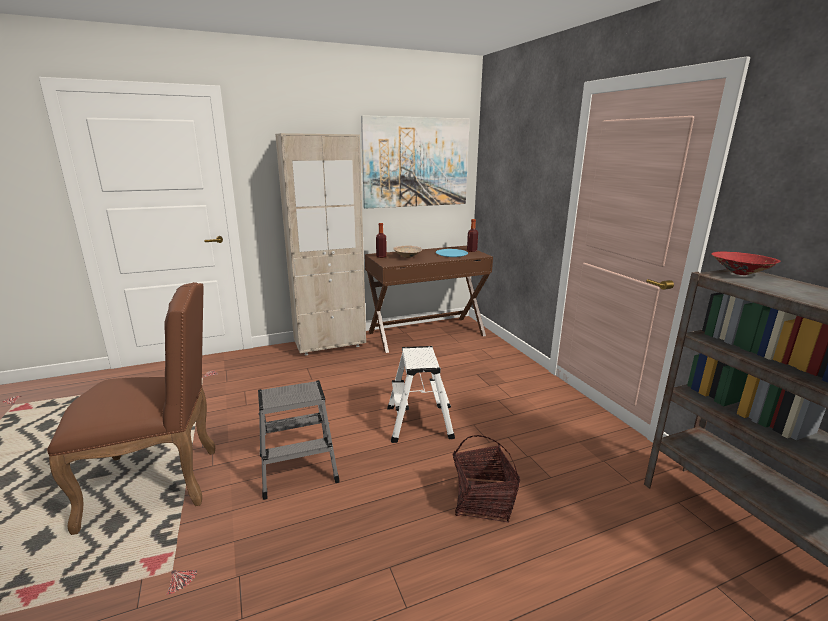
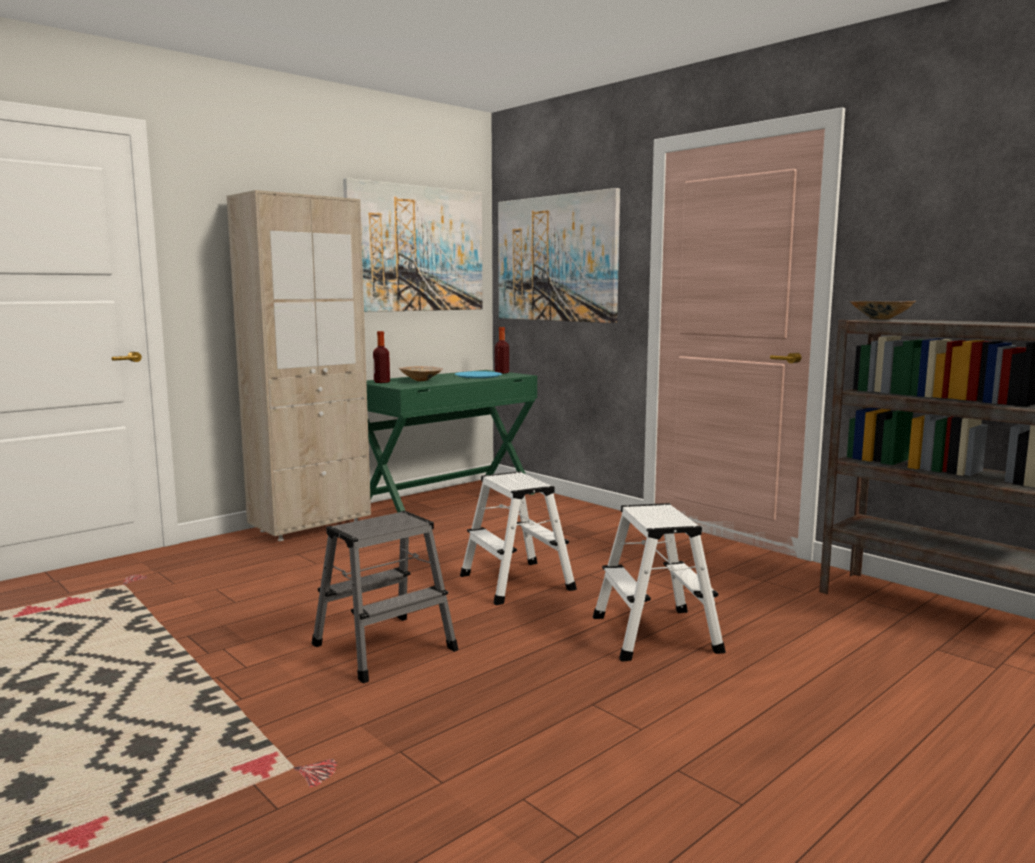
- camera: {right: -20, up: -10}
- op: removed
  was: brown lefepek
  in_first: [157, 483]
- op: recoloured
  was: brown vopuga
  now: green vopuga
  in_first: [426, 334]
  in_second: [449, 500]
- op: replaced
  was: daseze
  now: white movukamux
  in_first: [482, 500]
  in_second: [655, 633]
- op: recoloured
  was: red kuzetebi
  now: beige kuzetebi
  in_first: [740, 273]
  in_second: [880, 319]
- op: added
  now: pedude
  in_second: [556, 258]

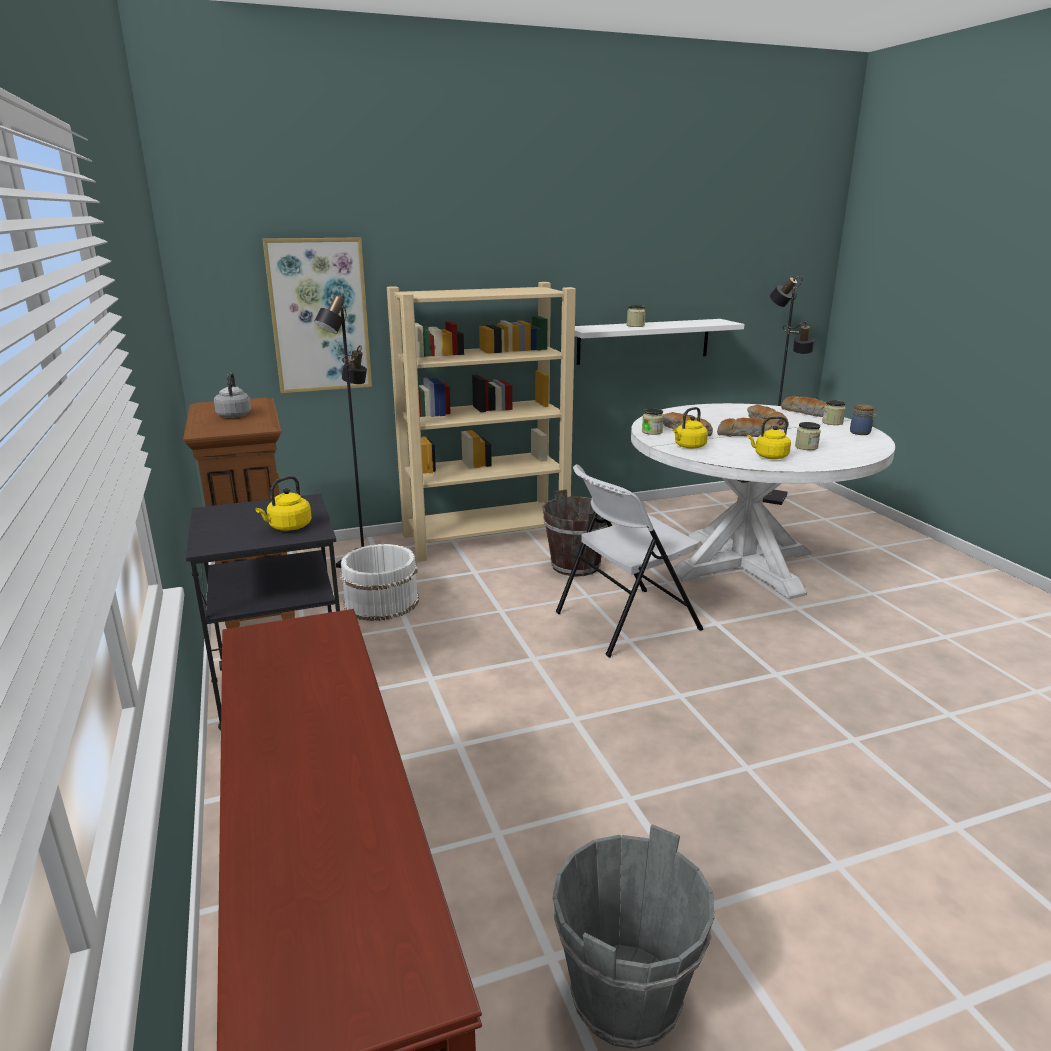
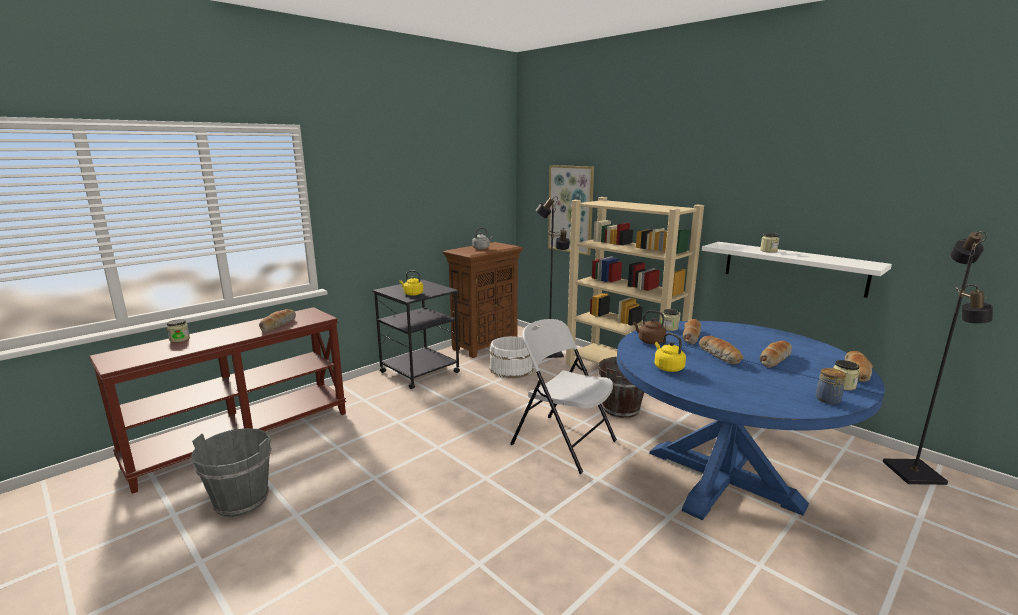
- camera: {right: 65, up: -5}
- op: recoloured
  was: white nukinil
  now: blue nukinil
  in_first: [742, 563]
  in_second: [722, 477]
- op: recoloured
  was: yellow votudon
  now: brown votudon
  in_first: [689, 446]
  in_second: [649, 341]
- op: moved
  was: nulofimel
  in_first: [806, 447]
  in_second: [179, 339]
- op: added
  now: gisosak
  in_second: [278, 325]

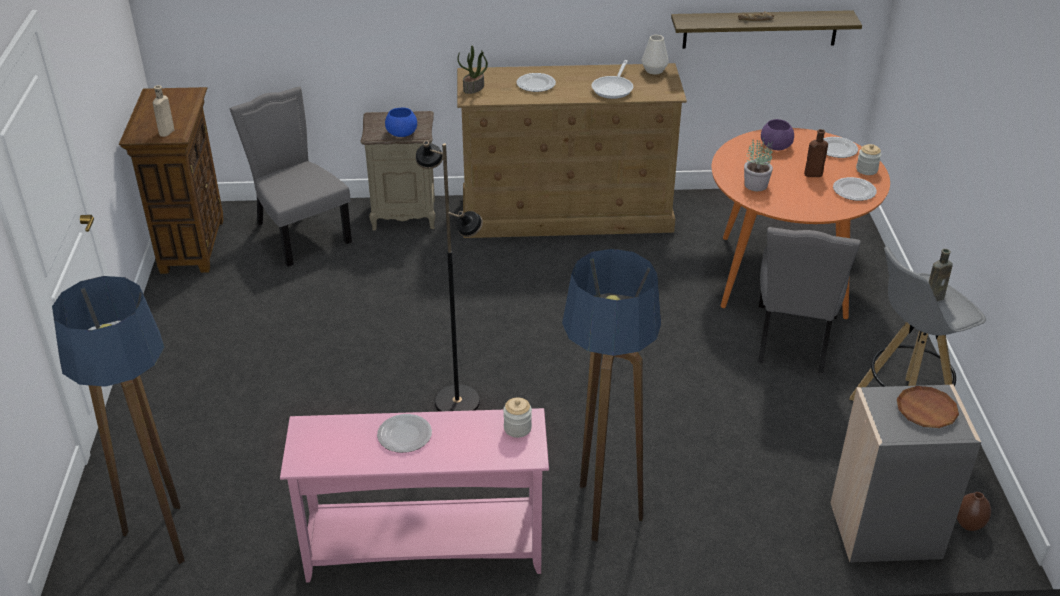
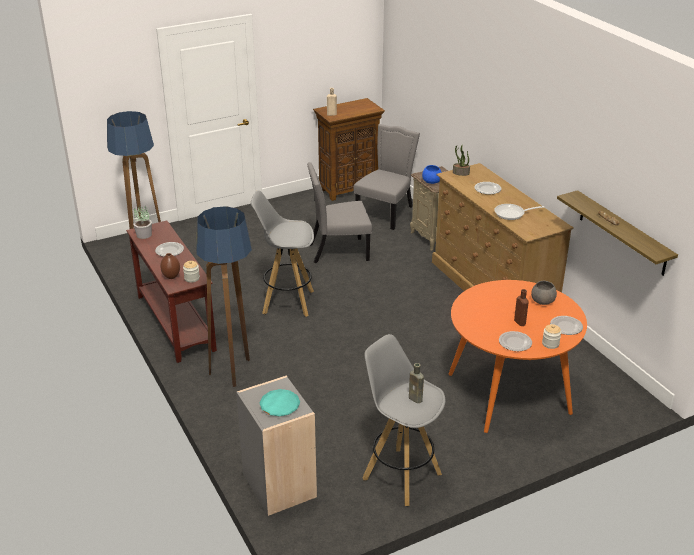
- camera: {right: 65, up: -5}
- op: recoloured
  was: pink vopuga
  now: brown vopuga
  in_first: [423, 549]
  in_second: [175, 323]
- op: replaced
  was: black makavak
  now: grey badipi
  in_first: [457, 401]
  in_second: [287, 302]
- op: removed
  was: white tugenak
  in_first: [654, 70]
- op: moved
  was: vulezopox
  in_first: [756, 184]
  in_second: [144, 235]
- op: moved
  was: grey lefepek
  in_first: [794, 337]
  in_second: [339, 251]
- op: recoloured
  was: purple kuzetebi
  now: grey kuzetebi
  in_first: [776, 146]
  in_second: [542, 301]
- op: recoloured
  was: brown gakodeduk
  now: turquoise gakodeduk
  in_first: [926, 410]
  in_second: [280, 405]
- op: moved
  was: brown tugenak
  in_first: [968, 525]
  in_second: [171, 276]

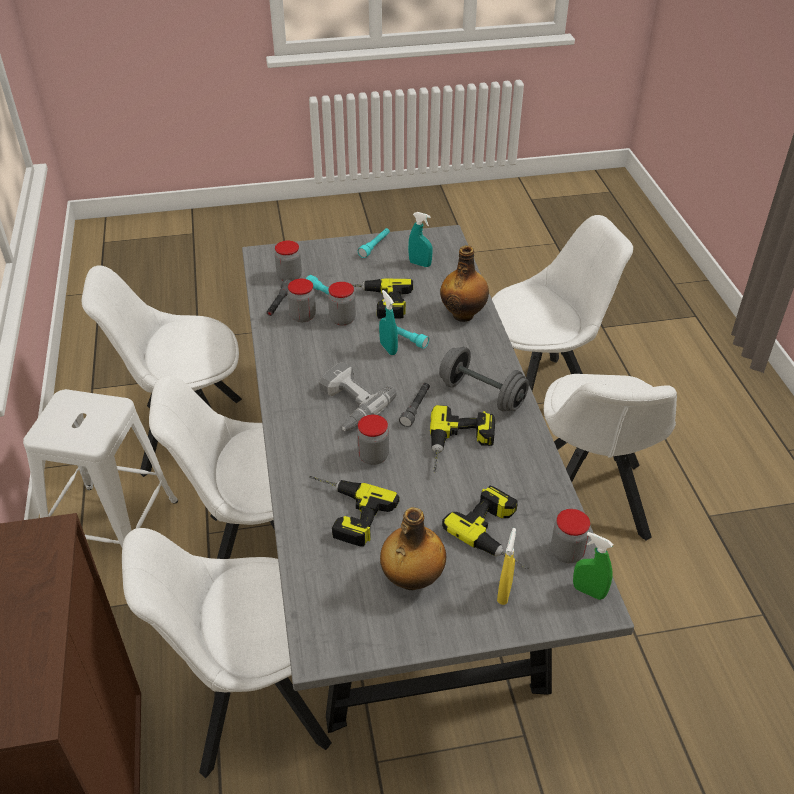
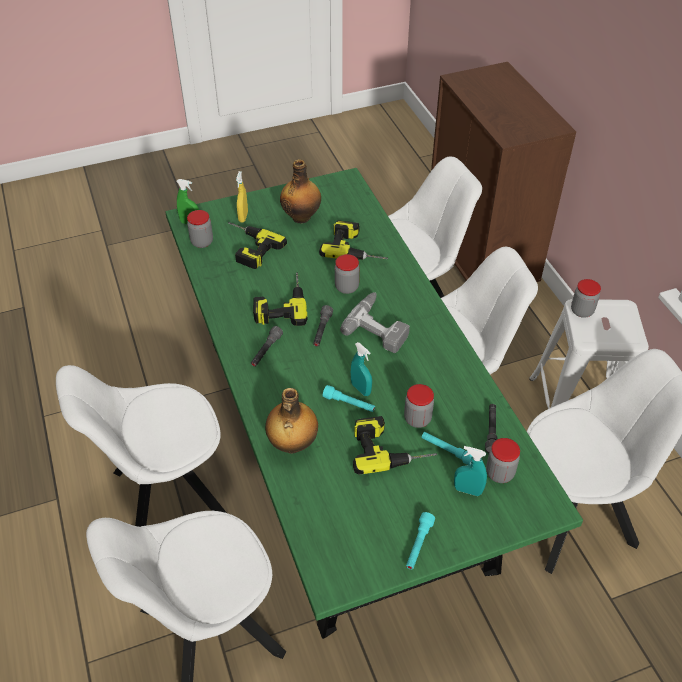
- camera: {right: 170, up: 5}
- op: recoloured
  was: grey nukinil
  now: green nukinil
  in_first: [396, 527]
  in_second: [341, 445]
- op: moved
  was: nulofimel
  in_first: [303, 316]
  in_second: [582, 311]
- op: moved
  was: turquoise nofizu
  in_first: [420, 264]
  in_second: [467, 490]
- op: replaced
  was: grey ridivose
  now: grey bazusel
  in_first: [482, 394]
  in_second: [266, 351]
- op: turned
  was: white lefepek
  in_first: [589, 500]
  in_second: [167, 498]
  clockwise: -105

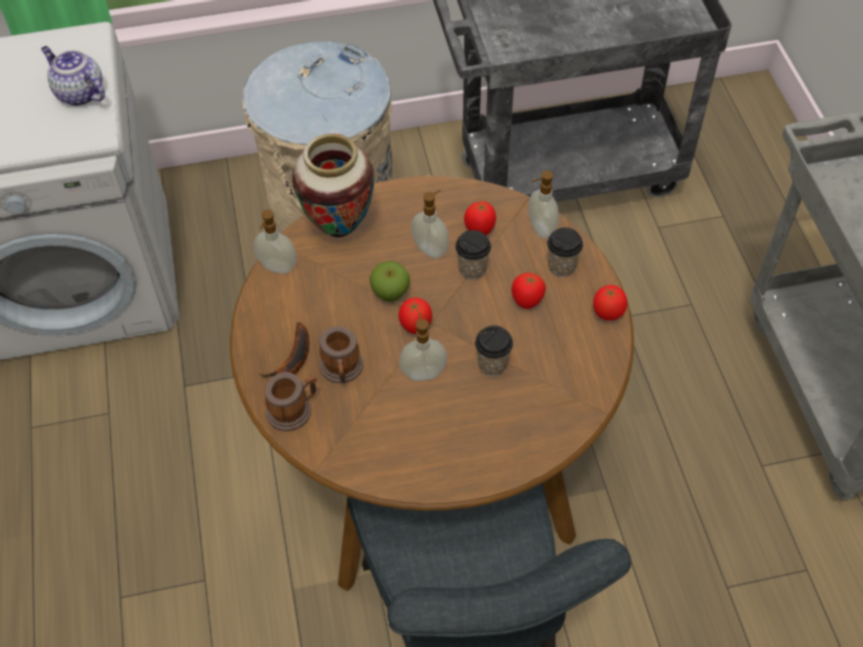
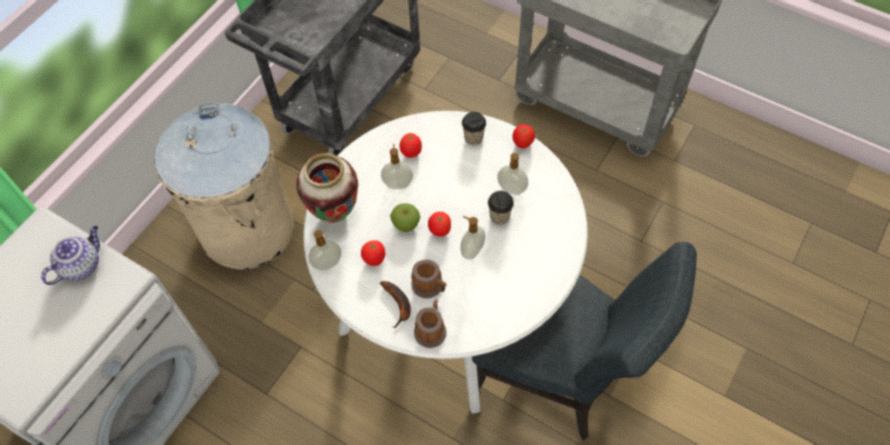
- camera: {right: -45, up: 5}
- op: turned
  was: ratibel
  in_first: [79, 93]
  in_second: [82, 265]
  clockwise: 135
- op: recoloured
  was: brown nukinil
  now: white nukinil
  in_first: [433, 461]
  in_second: [448, 307]
- op: removed
  was: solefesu
  in_first: [472, 269]
- op: moved
  was: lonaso
  in_first: [527, 302]
  in_second: [374, 260]
- op: moved
  was: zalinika
  in_first: [540, 229]
  in_second: [511, 190]

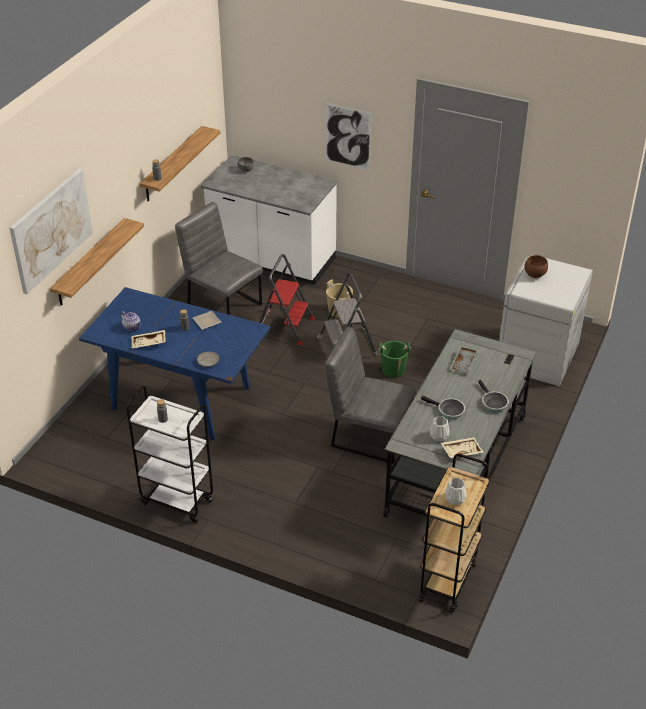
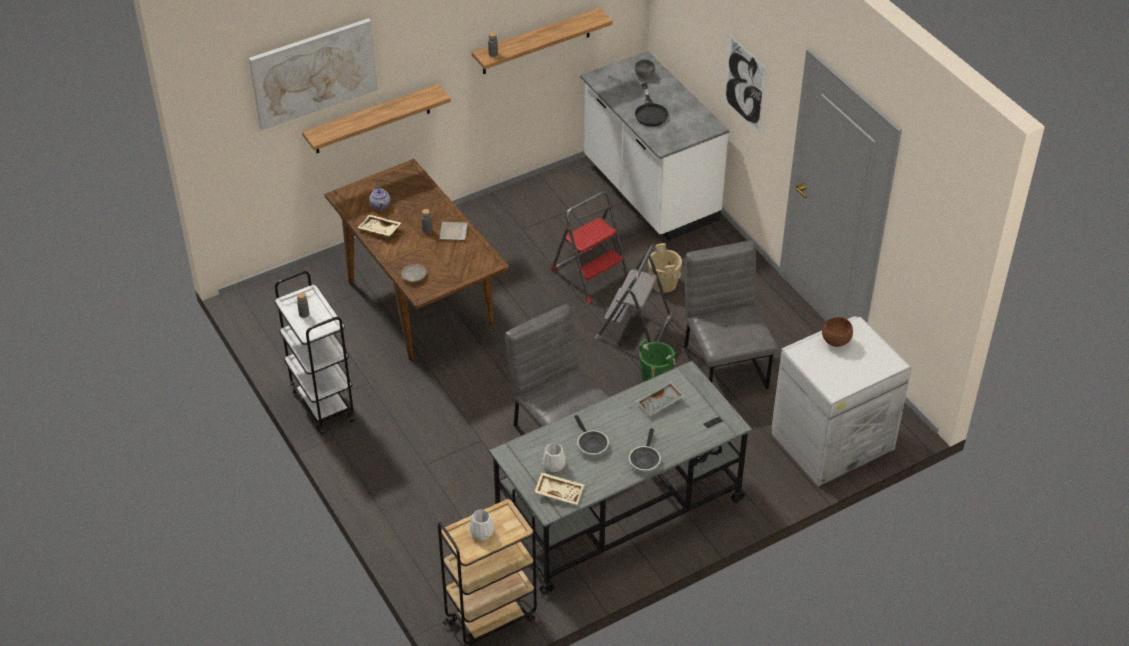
- camera: {right: 35, up: 5}
- op: recoloured
  was: blue nukinil
  now: brown nukinil
  in_first: [182, 398]
  in_second: [421, 303]
- op: moved
  was: grey lefepek
  in_first: [223, 303]
  in_second: [725, 365]
- op: added
  now: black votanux
  in_second: [650, 112]

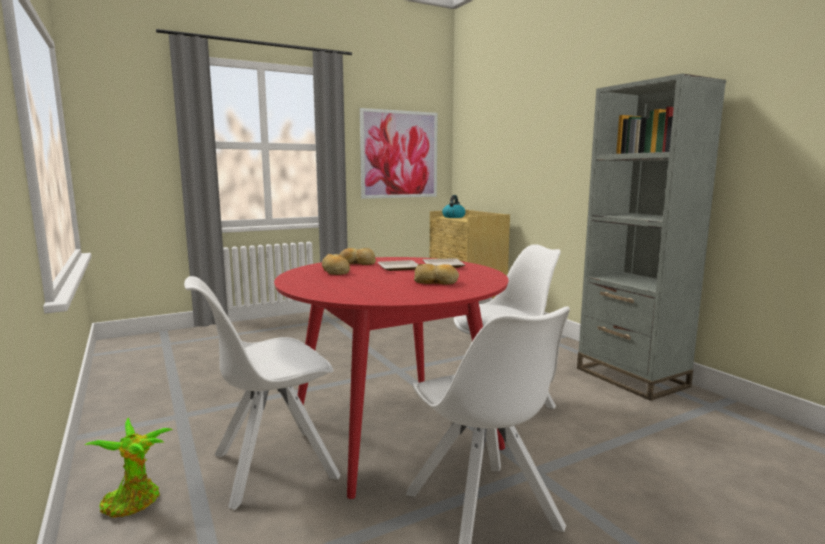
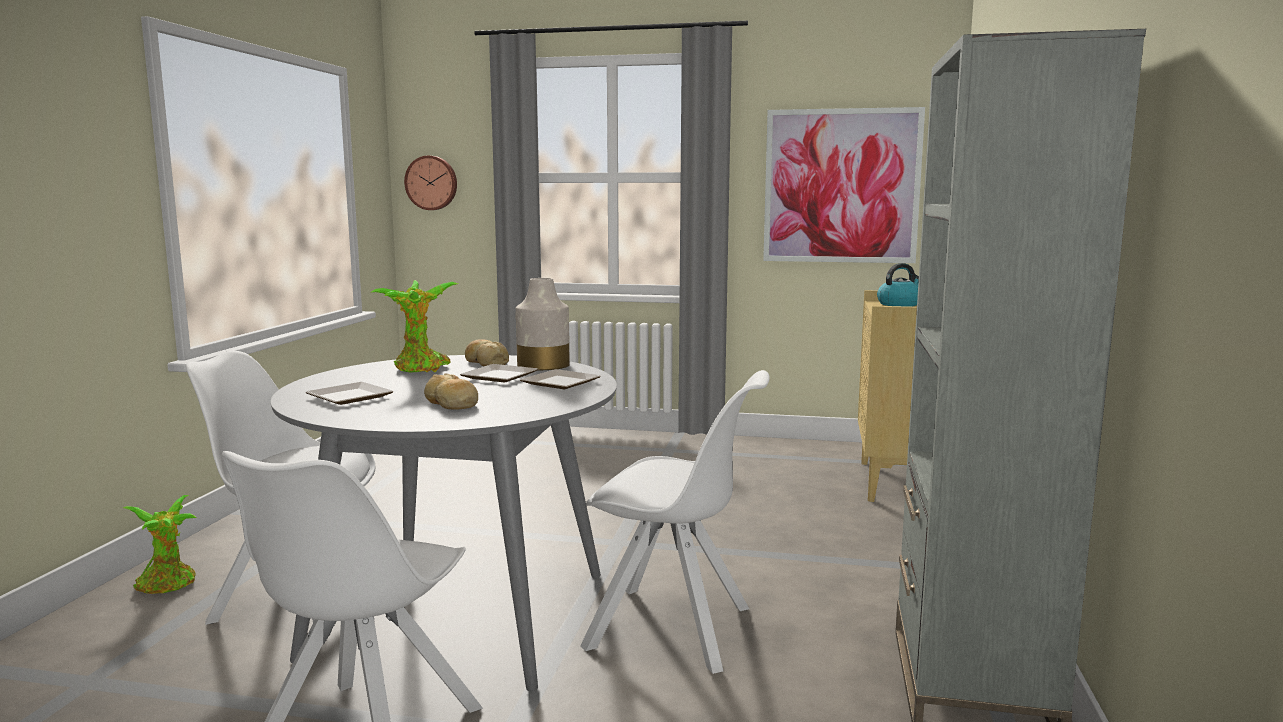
- camera: {right: 40, up: 0}
- op: recoloured
  was: red nukinil
  now: grey nukinil
  in_first: [393, 432]
  in_second: [461, 615]
- op: replaced
  was: gisosak
  now: vulezopox
  in_first: [335, 271]
  in_second: [421, 369]
- op: added
  now: gakodeduk
  in_second: [353, 397]
- op: added
  now: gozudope
  in_second: [432, 183]
- op: added
  now: beige tugenak
  in_second: [543, 365]

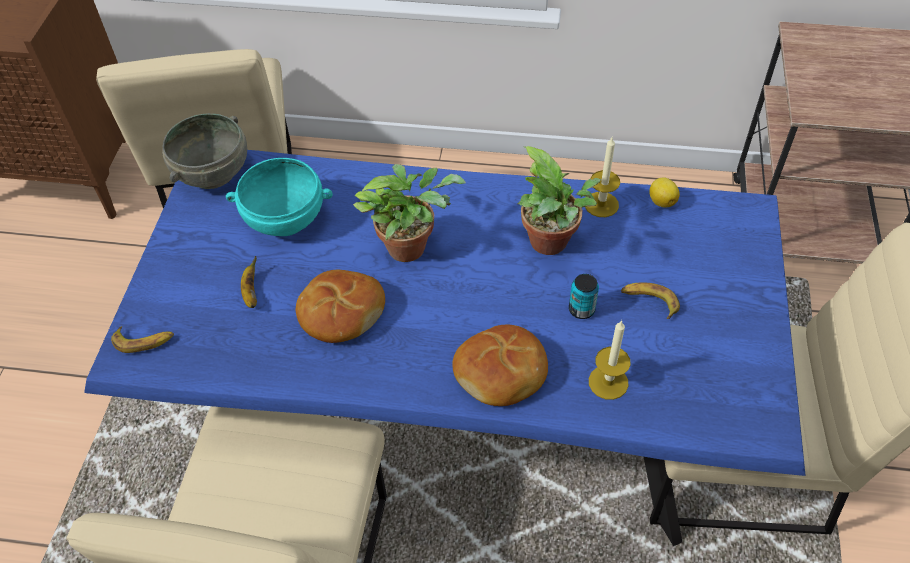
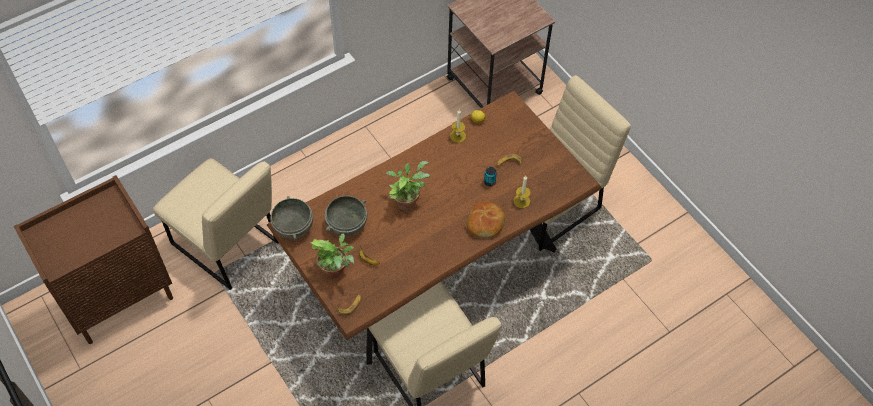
- camera: {right: -45, up: 5}
- op: recoloured
  was: blue nukinil
  now: brown nukinil
  in_first: [459, 419]
  in_second: [434, 266]
- op: recoloured
  was: turquoise kuzetebi
  now: grey kuzetebi
  in_first: [285, 218]
  in_second: [346, 224]
- op: removed
  was: gisosak
  in_first: [340, 313]
- op: moved
  was: vulezopox
  in_first: [552, 244]
  in_second: [336, 270]

